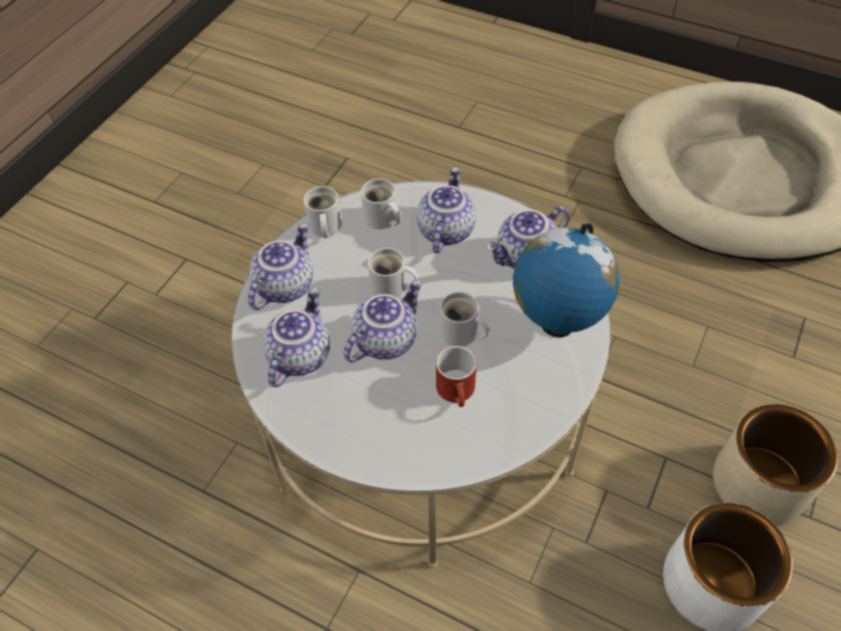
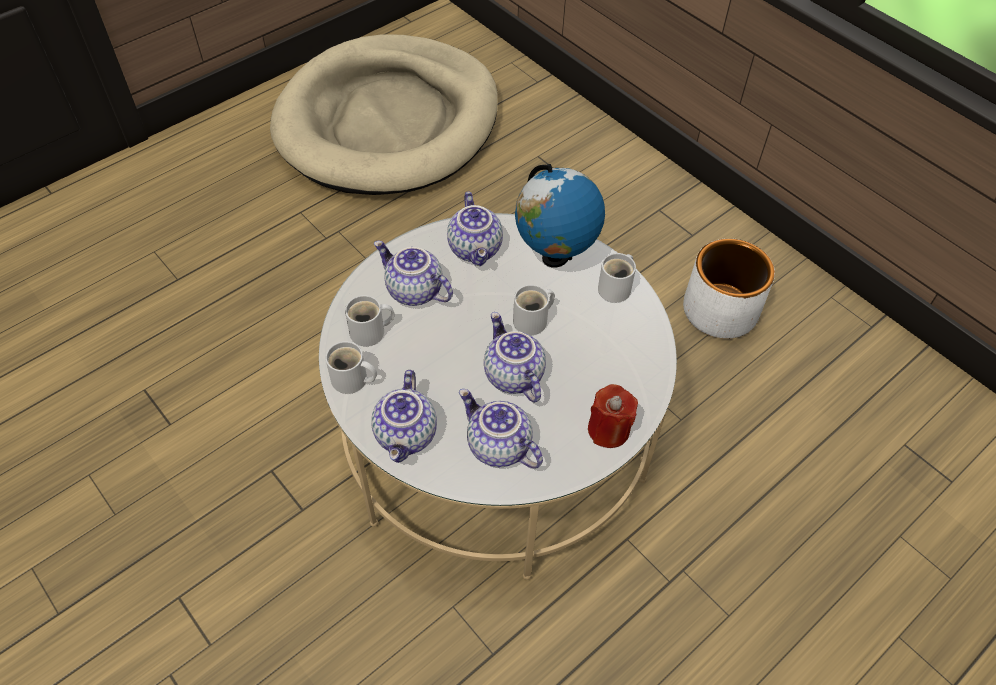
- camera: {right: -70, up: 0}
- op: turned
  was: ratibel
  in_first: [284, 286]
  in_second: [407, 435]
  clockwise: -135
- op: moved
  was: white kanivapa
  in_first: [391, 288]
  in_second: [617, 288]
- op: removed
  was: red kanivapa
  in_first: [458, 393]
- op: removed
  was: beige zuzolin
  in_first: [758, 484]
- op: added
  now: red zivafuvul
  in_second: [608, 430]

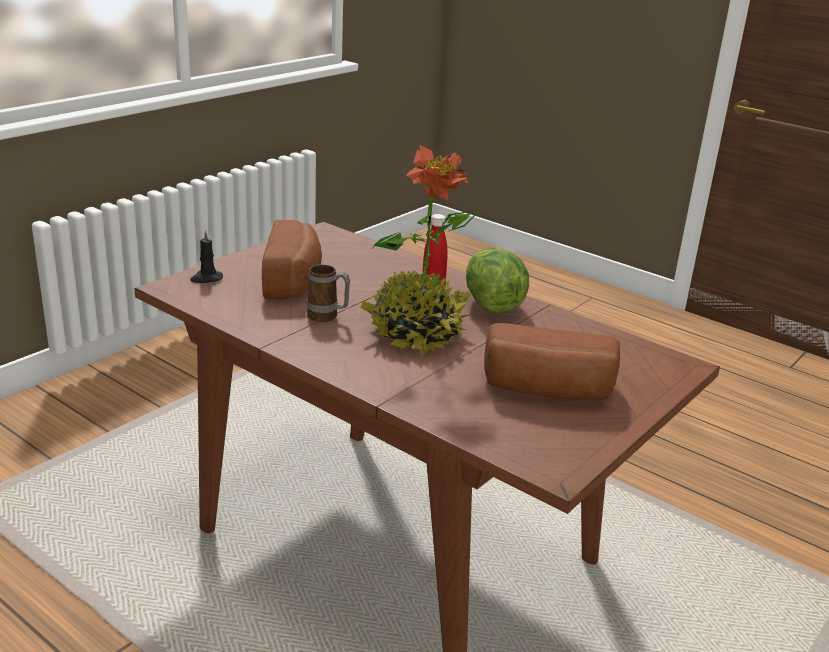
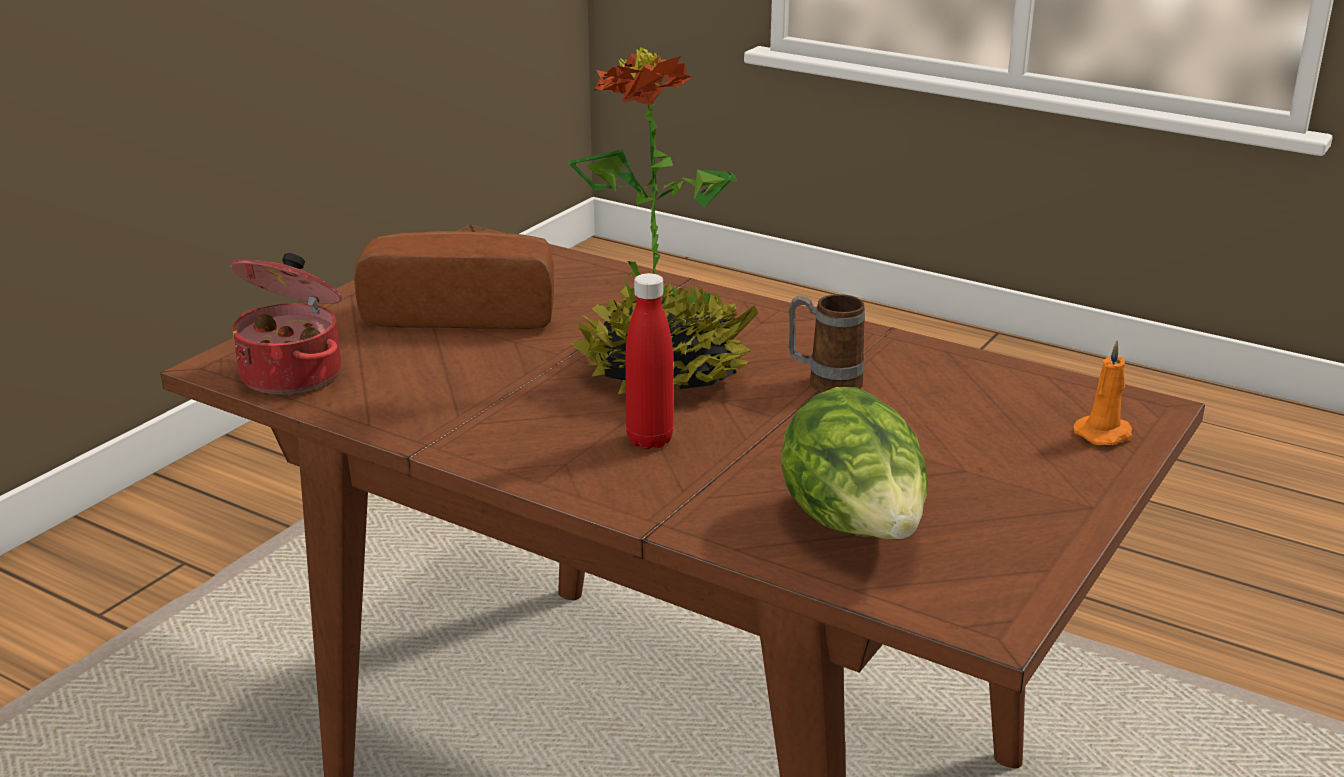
- camera: {right: 175, up: 0}
- op: recoloured
  was: black zivafuvul
  now: orange zivafuvul
  in_first: [206, 278]
  in_second: [1105, 434]
- op: removed
  was: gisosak
  in_first: [294, 279]
- op: moved
  was: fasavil
  in_first: [491, 304]
  in_second: [855, 528]
- op: added
  now: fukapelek
  in_second: [294, 373]

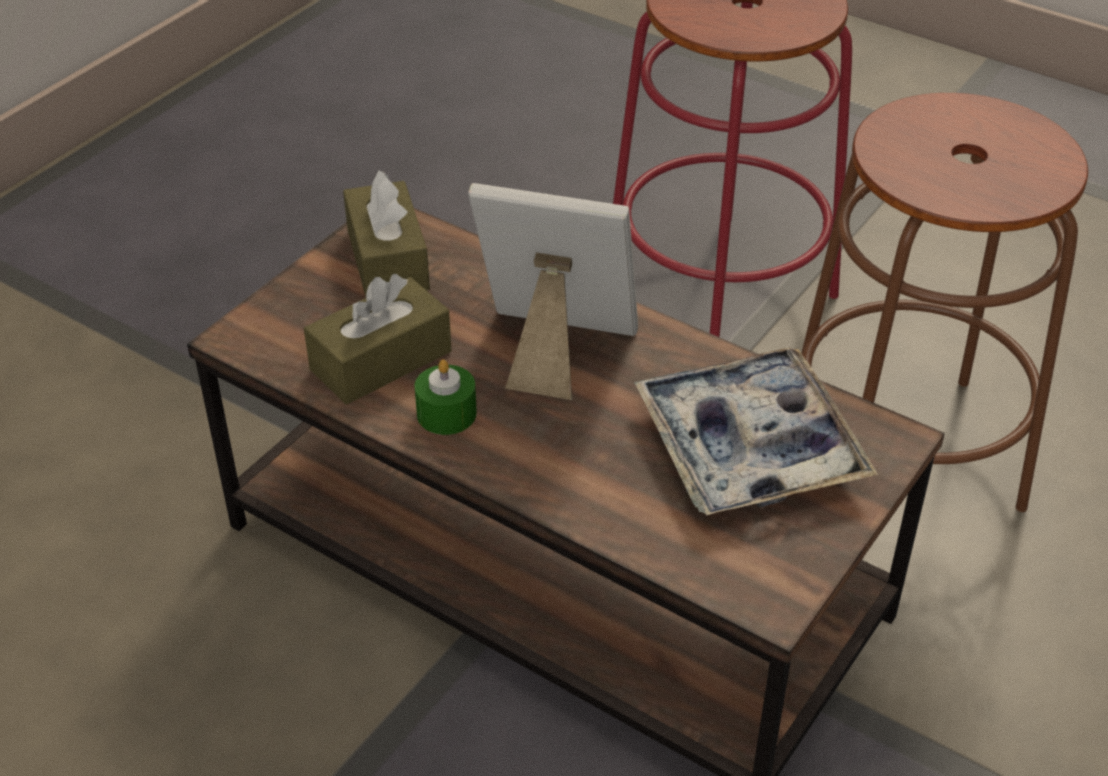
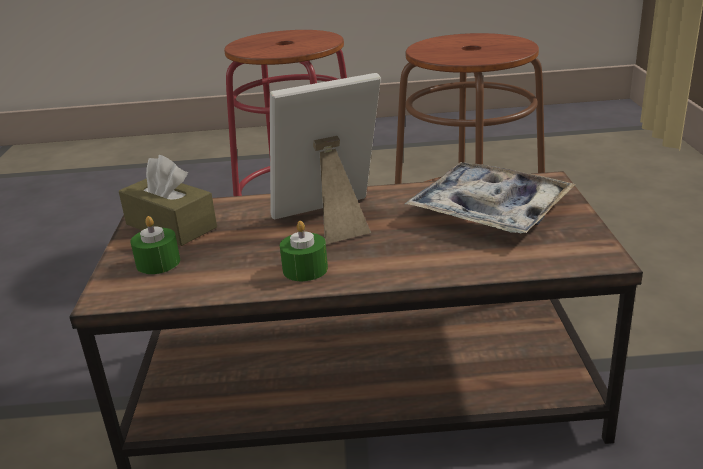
- camera: {right: -35, up: -15}
- op: removed
  was: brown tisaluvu
  in_first: [381, 360]
- op: added
  now: green zivafuvul
  in_second: [158, 263]

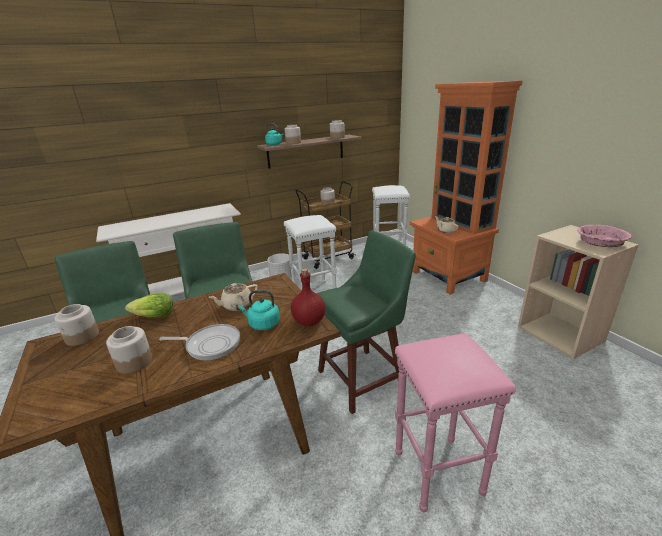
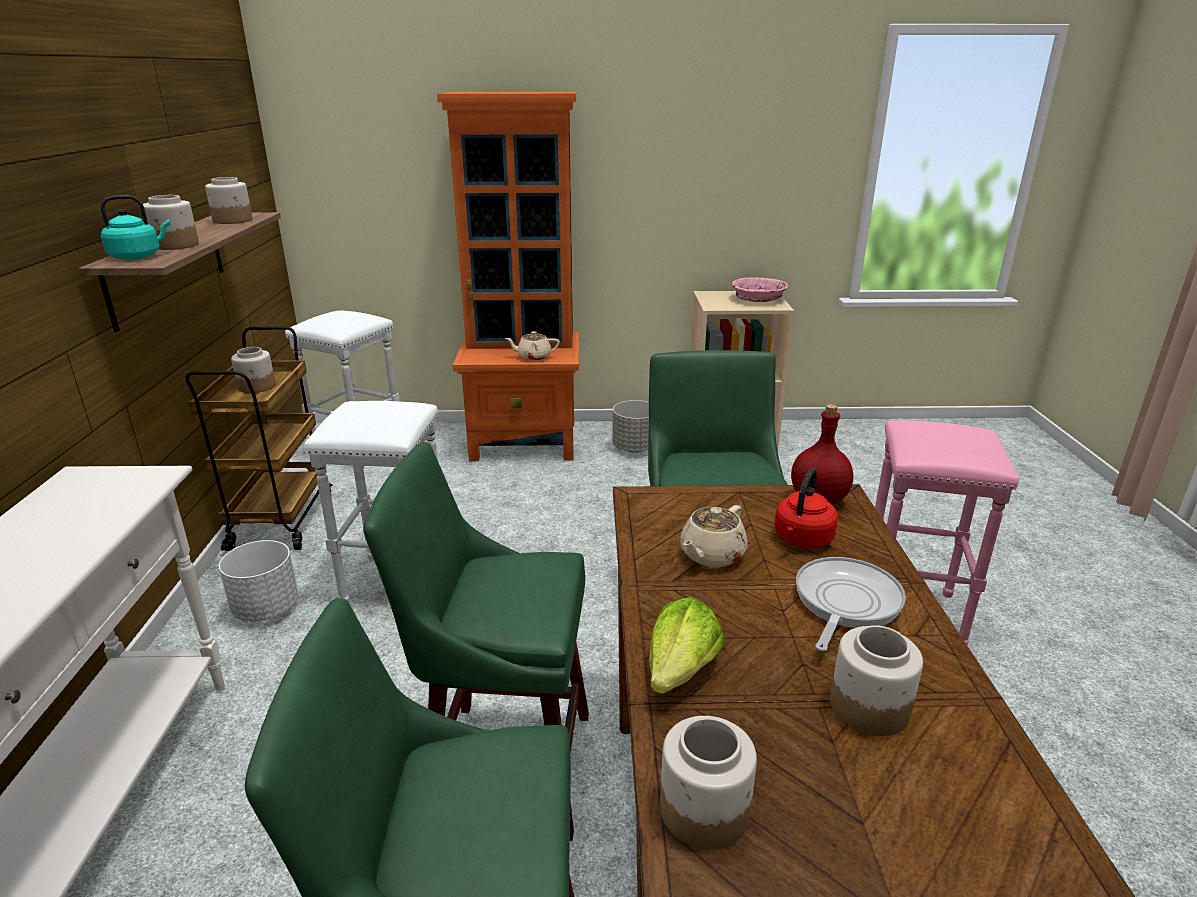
- camera: {right: -65, up: 0}
- op: turned
  was: beige ratibel
  in_first: [237, 305]
  in_second: [711, 555]
  clockwise: 45
- op: recoloured
  was: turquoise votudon
  now: red votudon
  in_first: [262, 324]
  in_second: [802, 540]
- op: added
  now: grey zuzolin
  in_second: [634, 448]

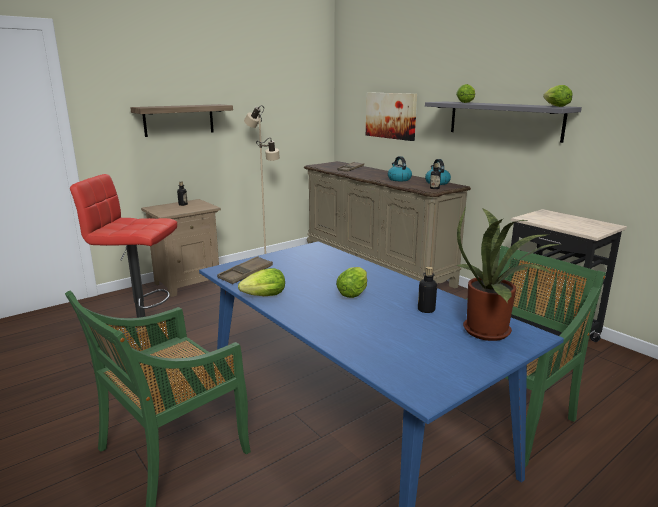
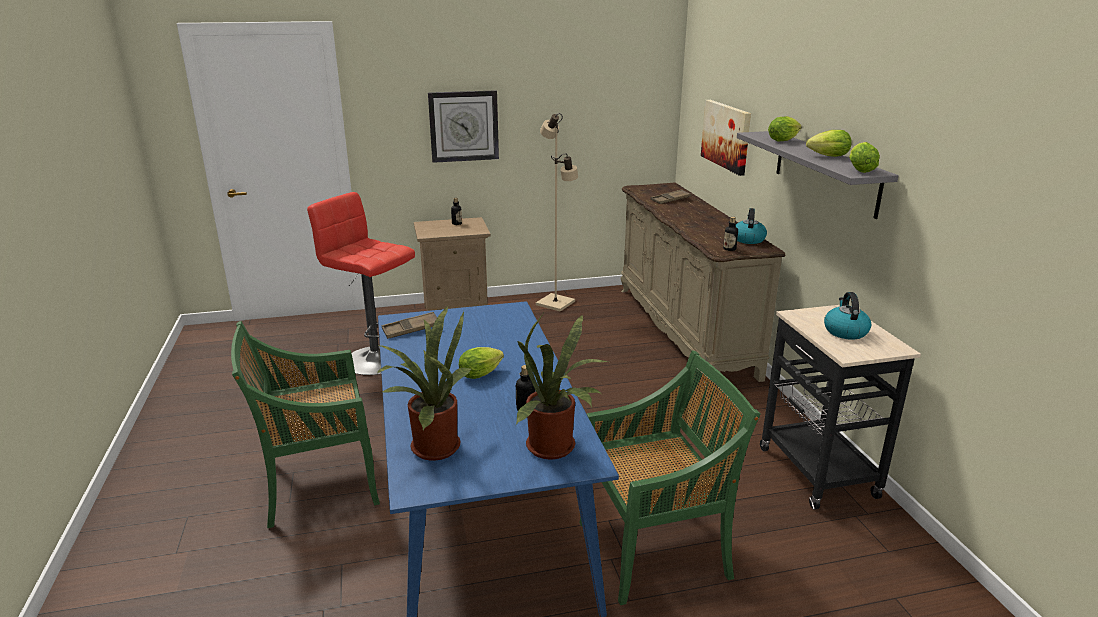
- camera: {right: 25, up: 5}
- op: replaced
  was: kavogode
  now: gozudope
  in_first: [179, 120]
  in_second: [464, 126]
- op: moved
  was: fasavil
  in_first: [262, 297]
  in_second: [826, 156]
- op: moved
  was: votudon
  in_first: [399, 179]
  in_second: [845, 331]
- op: added
  now: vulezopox
  in_second: [431, 446]

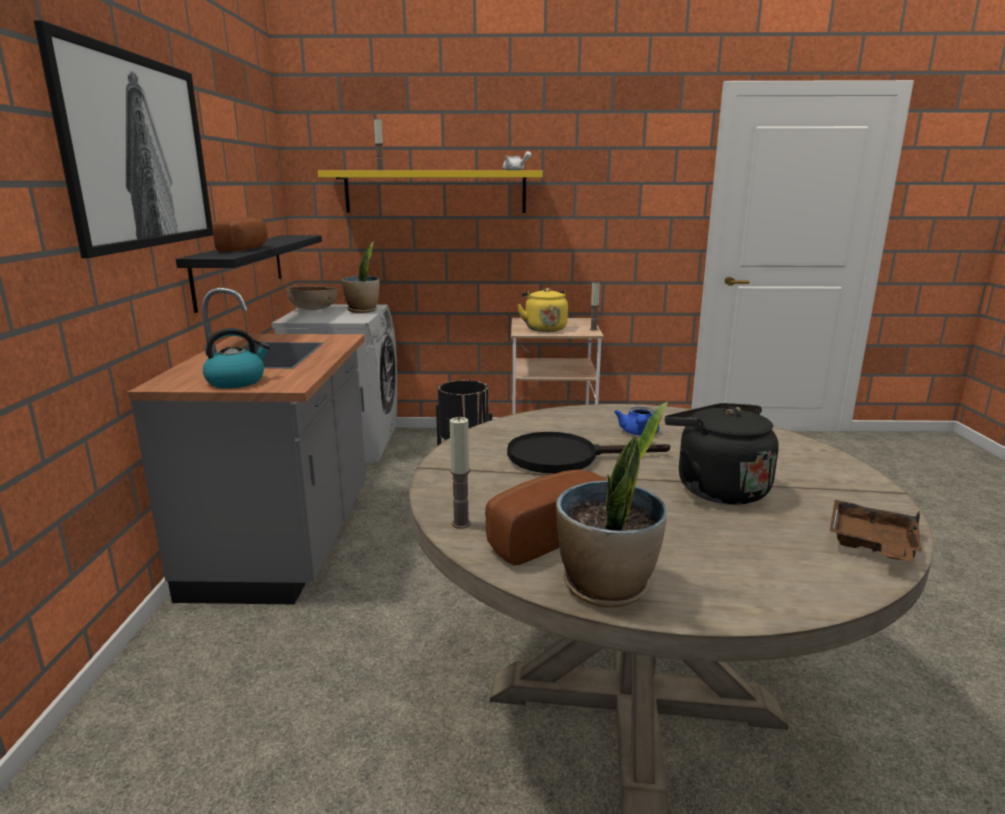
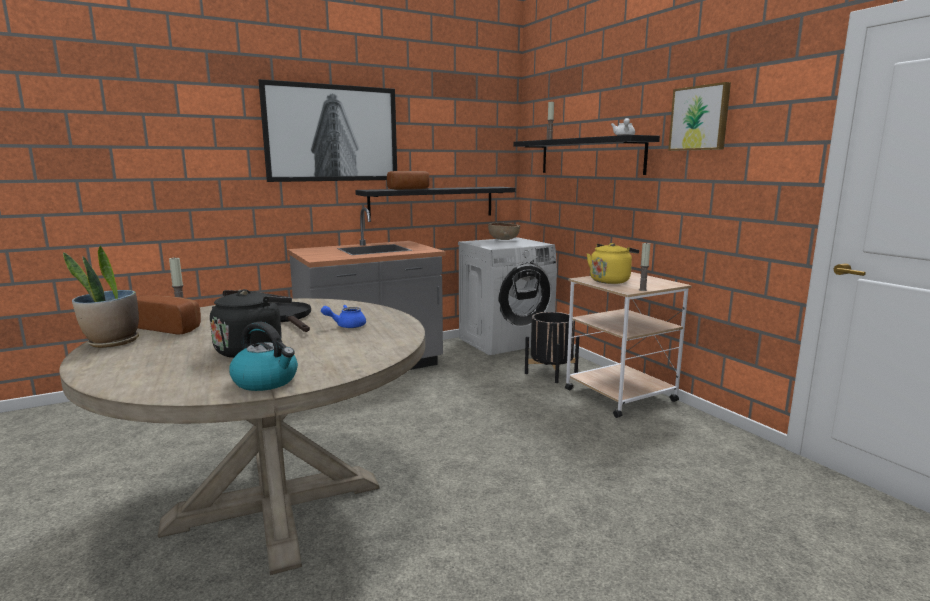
- camera: {right: 60, up: -5}
- op: moved
  was: votudon
  in_first: [237, 381]
  in_second: [266, 381]
- op: recoloured
  was: yellow kavogode
  now: black kavogode
  in_first: [435, 192]
  in_second: [590, 156]
- op: removed
  was: vulezopox
  in_first: [363, 310]
- op: removed
  was: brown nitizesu
  in_first: [872, 544]
- op: added
  now: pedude
  in_second: [700, 118]

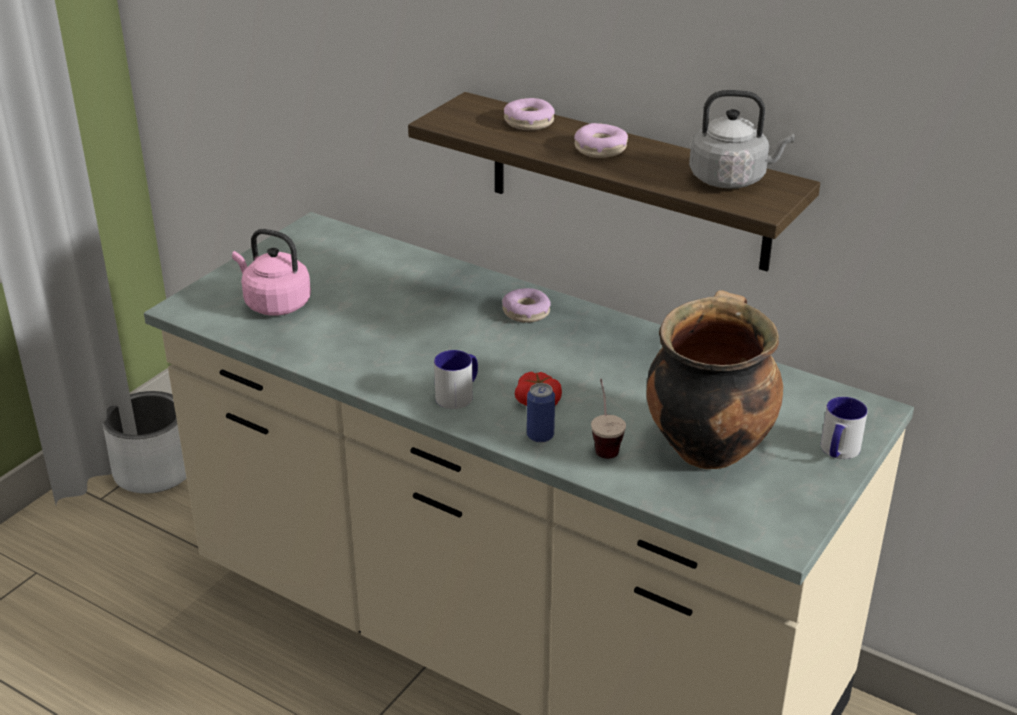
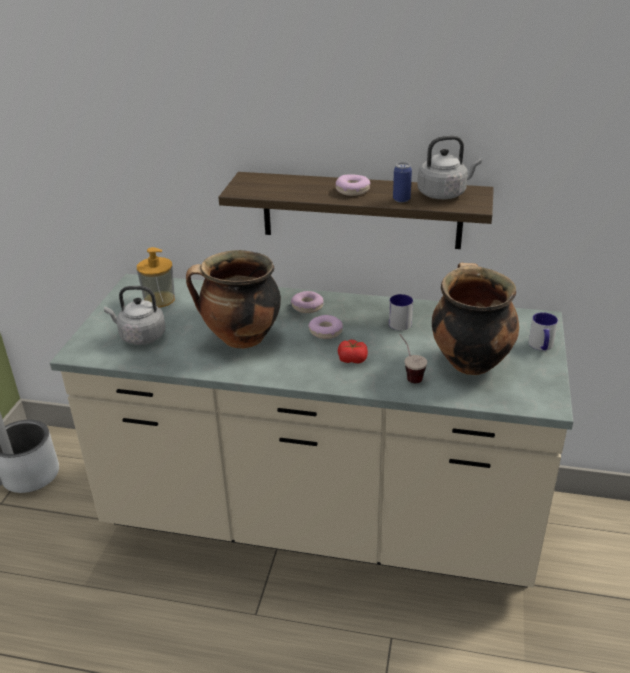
- camera: {right: -20, up: 0}
- op: recoloured
  was: pink votudon
  now: grey votudon
  in_first: [274, 304]
  in_second: [140, 336]
- op: moved
  was: kanivapa
  in_first: [459, 394]
  in_second: [401, 321]
- op: moved
  was: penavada
  in_first: [529, 122]
  in_second: [325, 331]
- op: moved
  was: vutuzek
  in_first: [540, 436]
  in_second: [401, 199]
- op: added
  now: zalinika
  in_second: [159, 299]
- op: added
  now: fukapelek
  in_second: [240, 339]

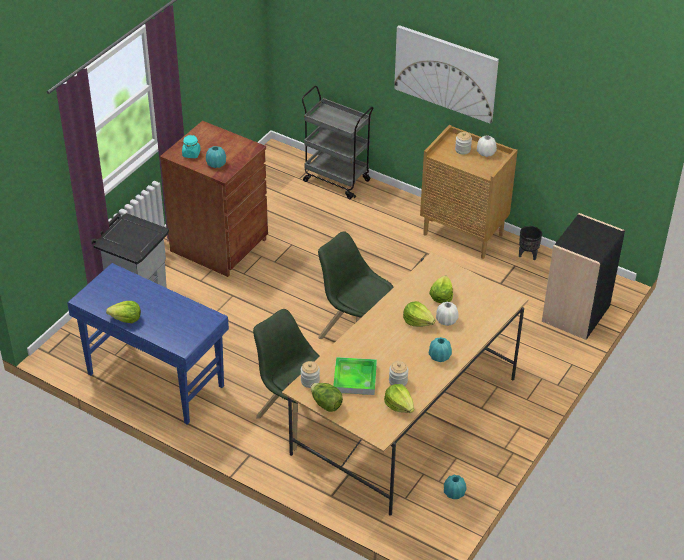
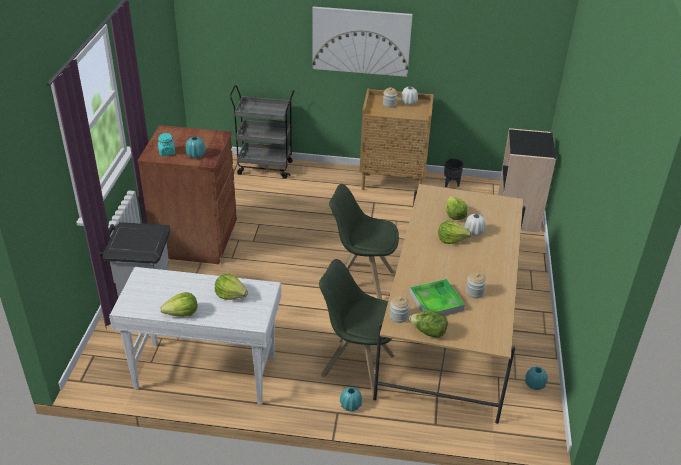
- camera: {right: -25, up: -5}
- op: recoloured
  was: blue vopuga
  now: white vopuga
  in_first: [154, 380]
  in_second: [204, 373]
- op: moved
  was: fasavil
  in_first: [399, 405]
  in_second: [231, 294]
- op: moved
  was: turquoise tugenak
  in_first: [439, 356]
  in_second: [350, 405]

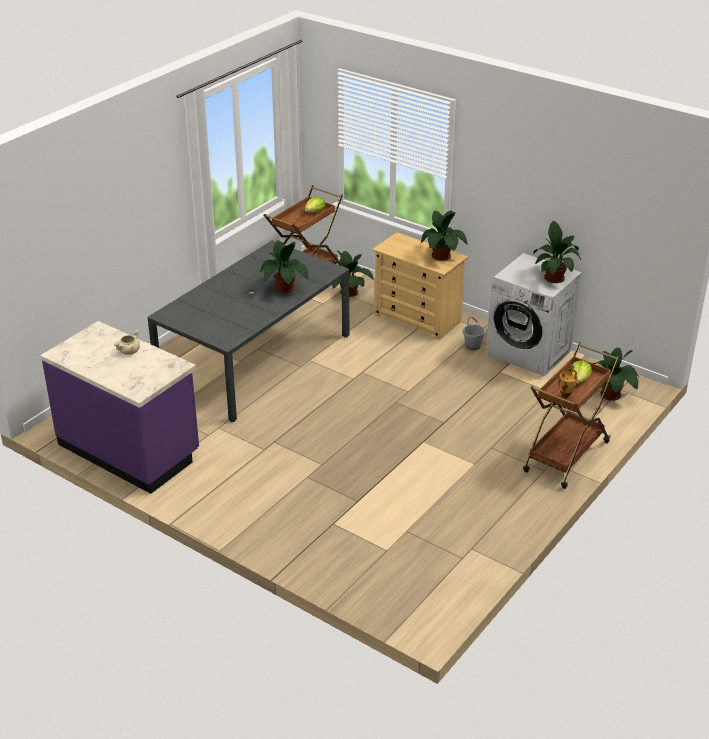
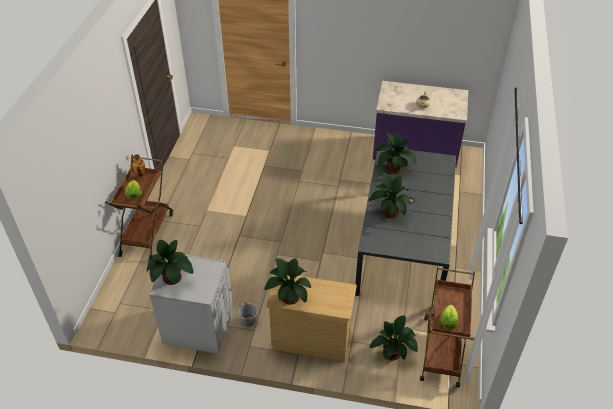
- camera: {right: 155, up: 10}
- op: moved
  was: vulezopox
  in_first: [612, 395]
  in_second: [393, 167]

